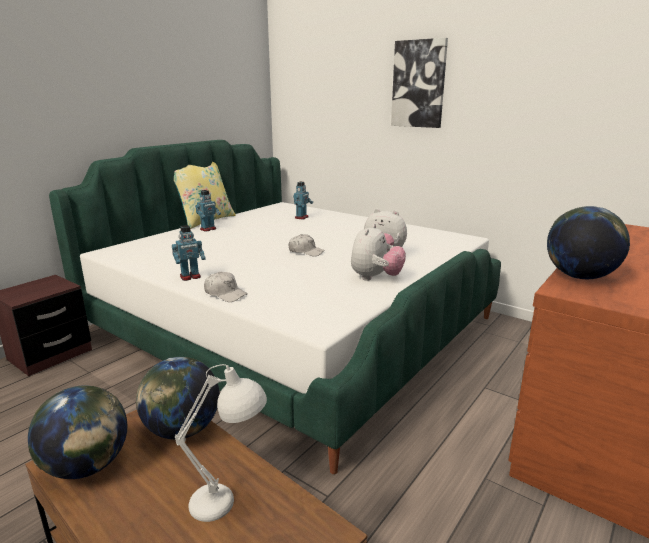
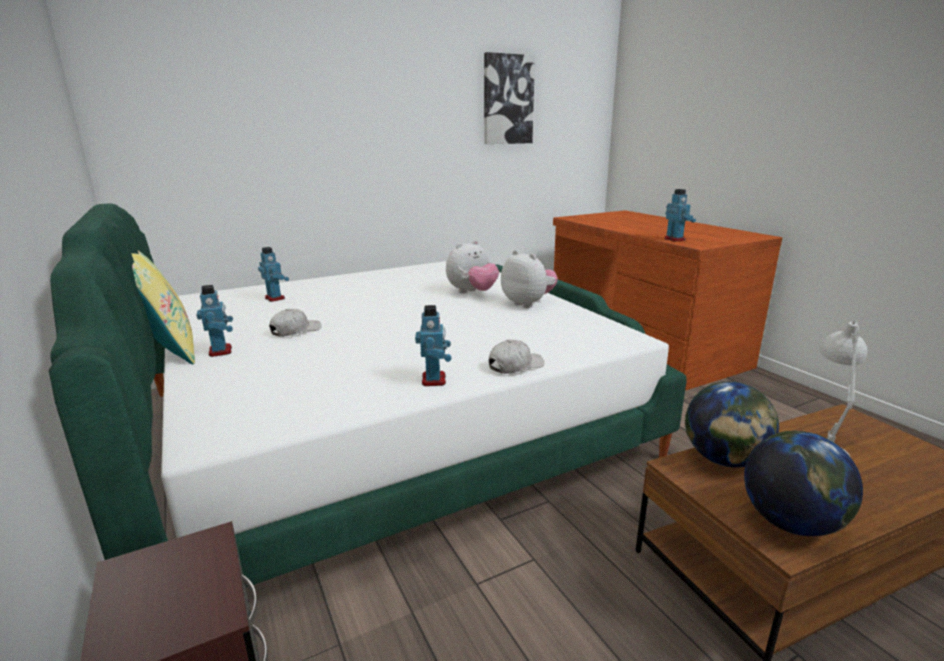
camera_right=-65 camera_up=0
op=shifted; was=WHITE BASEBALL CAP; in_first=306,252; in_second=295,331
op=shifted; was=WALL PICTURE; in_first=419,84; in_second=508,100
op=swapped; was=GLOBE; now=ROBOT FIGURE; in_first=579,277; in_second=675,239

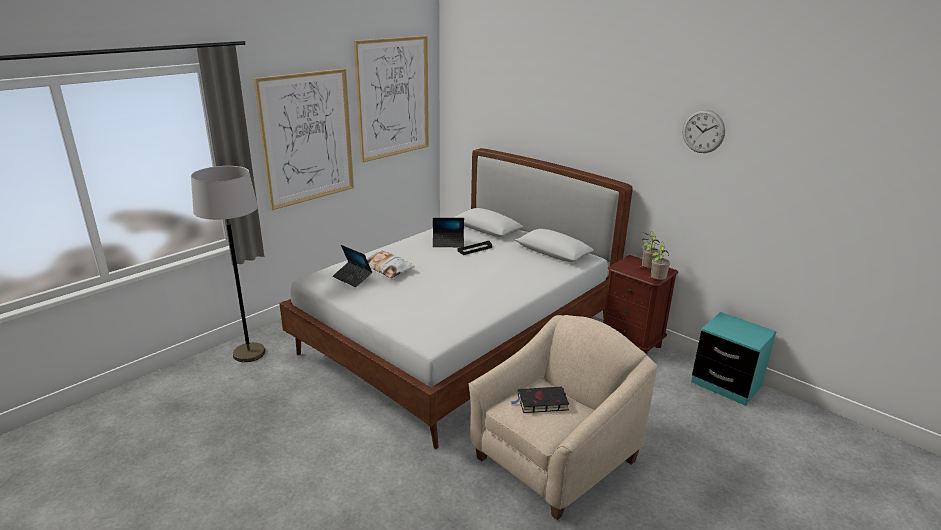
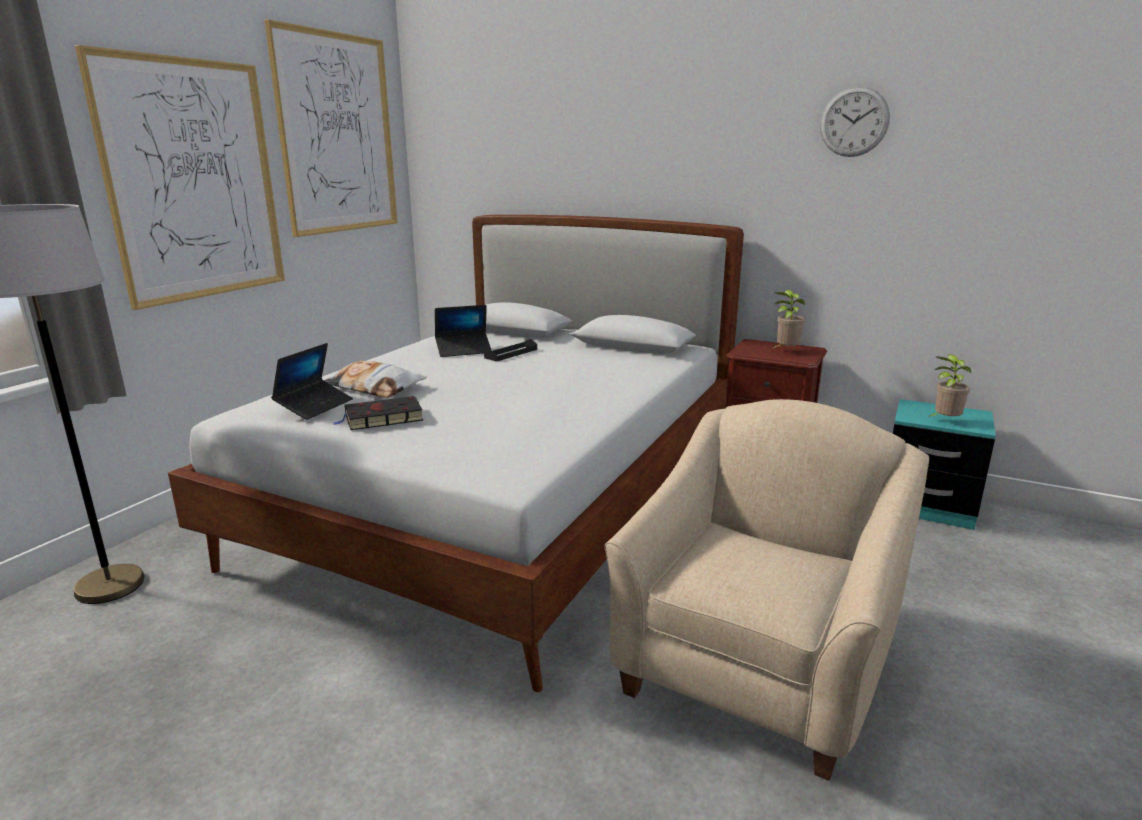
camera_right=-15 camera_up=-5
op=rotated; was=PORTABLE COMPUTER; in_first=352,278; in_second=314,406; clockwise=-90
op=shifted; was=BLACKISH VOLUME; in_first=541,402; in_second=381,418
op=shifted; was=PLANT IN A POT; in_first=656,281; in_second=944,421

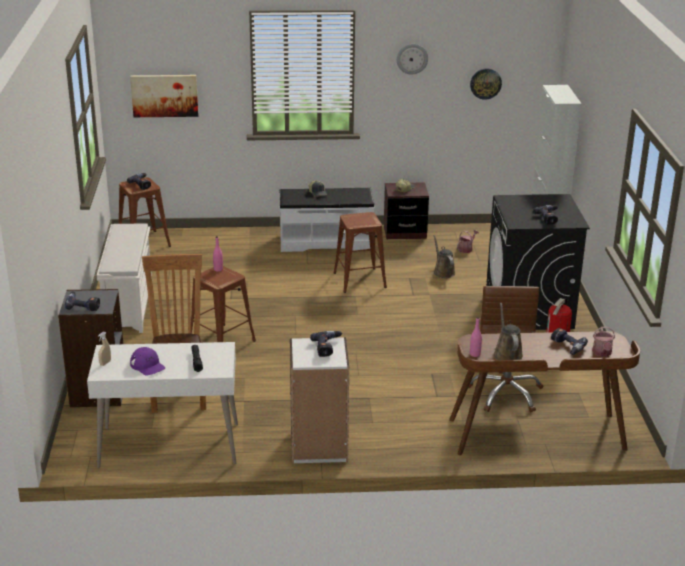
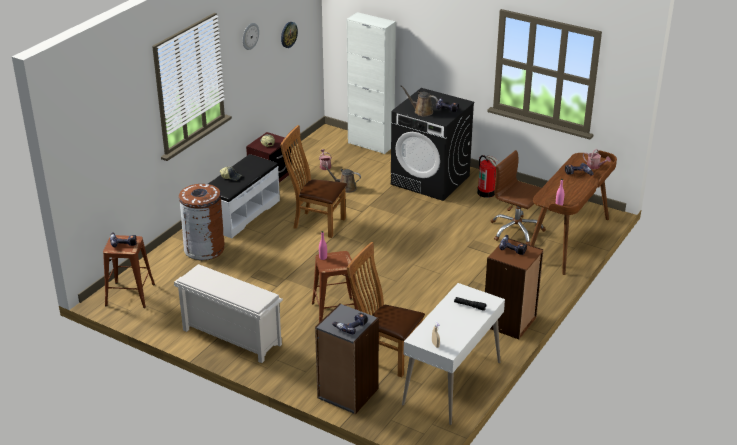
camera_right=-55 camera_up=5
op=new; now=BROWN TRASH CAN; in_second=204,249
op=swapped; was=BROWN SITTING STOOL; now=BROWN UPRIGHT CHAIR; in_first=359,279; in_second=316,223
op=shifted; was=BROWN WATERING CAN; in_first=507,354; in_second=421,111
op=repainted; was=WHITE BOOKSHELF; now=BROWN BOOKSHELF; in_first=318,447; in_second=510,322
op=gone; was=WALL PICTURE; in_first=164,95
op=gone; was=PURPLE BASEBALL CAP; in_first=147,365

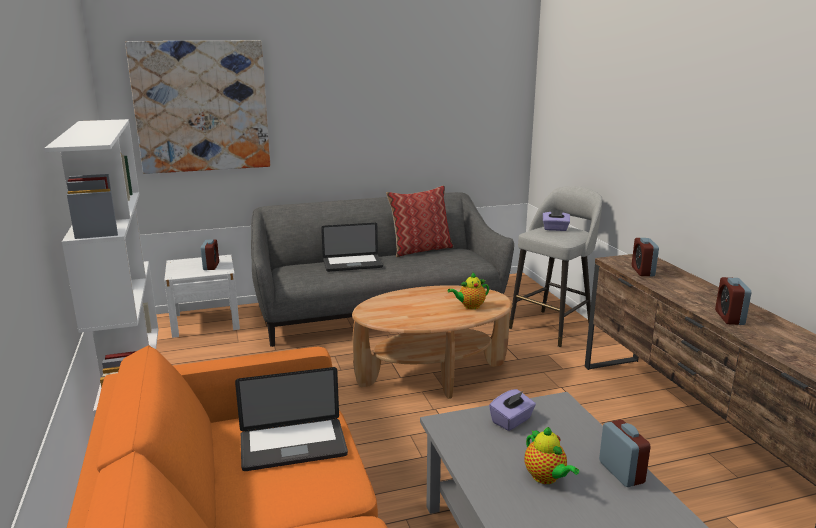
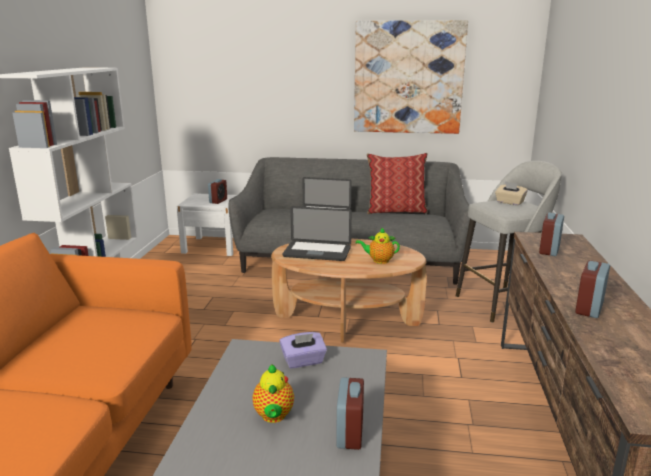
camera_right=25 camera_up=0
op=shifted; was=PORTABLE COMPUTER; in_first=293,446; in_second=317,252
op=shifted; was=WALL PICTURE; in_first=201,107; in_second=408,78
op=repainted; was=PURPLE TISSUE BOX; now=BEIGE-COLOURED TISSUE BOX; in_first=555,229; in_second=509,202

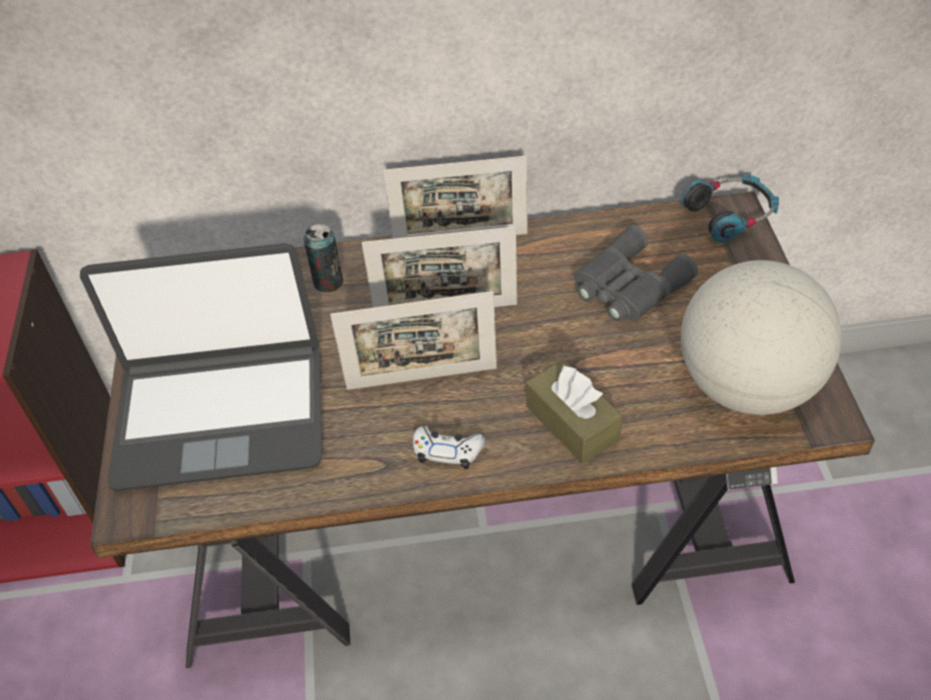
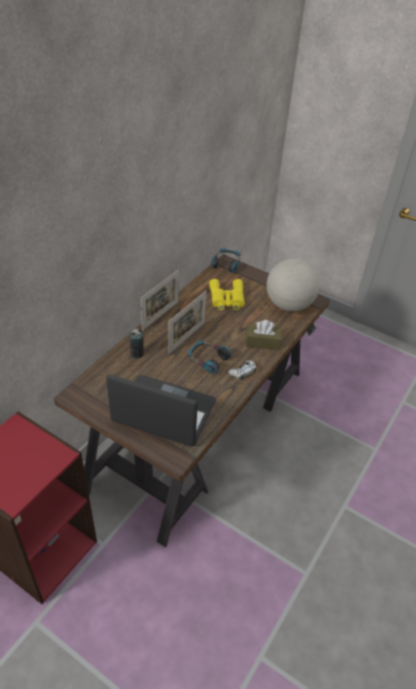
camera_right=-55 camera_up=-5
op=rotated; was=PORTABLE COMPUTER; in_first=221,415; in_second=164,413; clockwise=-105
op=swapped; was=PHOTO FRAME; now=PAIR OF HEADPHONES; in_first=422,378; in_second=207,359
op=repainted; was=GREY PAIR OF BINOCULARS; now=YELLOWISH PAIR OF BINOCULARS; in_first=627,286; in_second=226,299

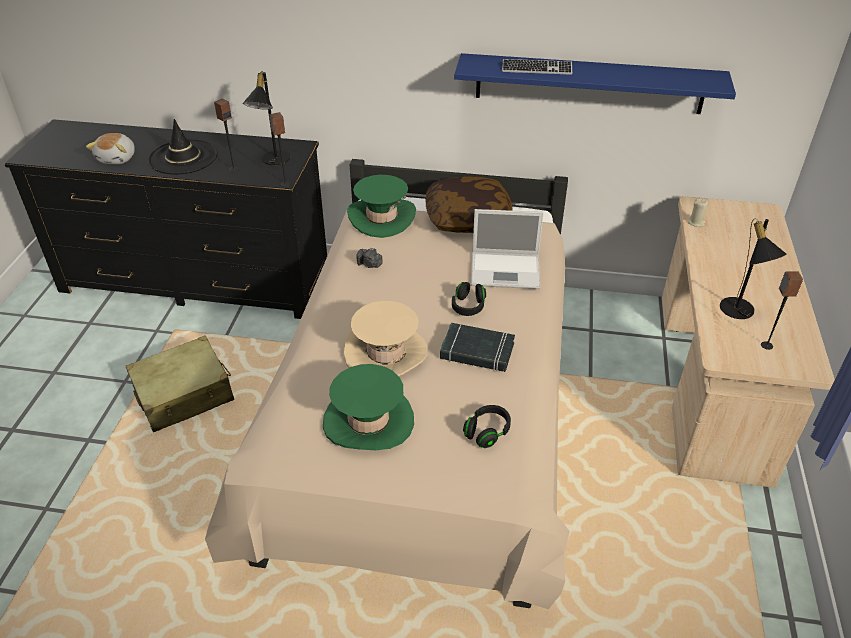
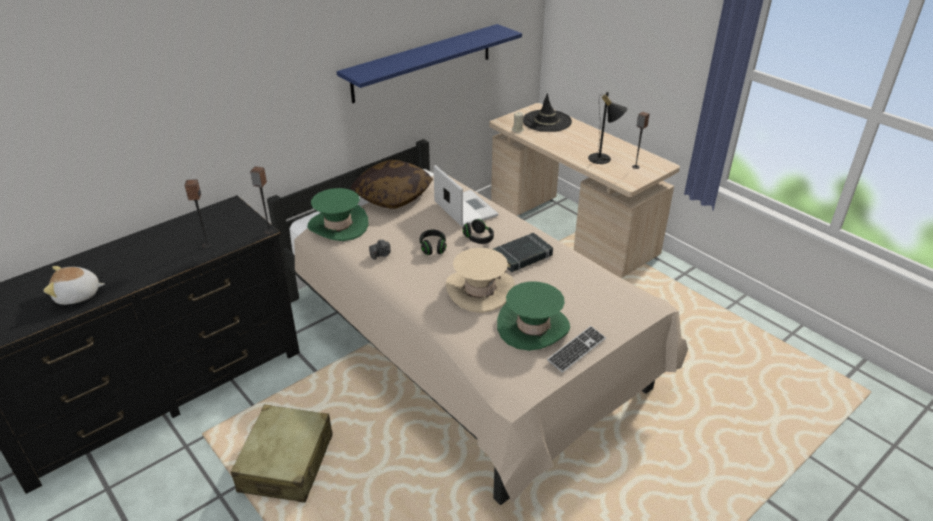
camera_right=-50 camera_up=-5
op=rotated; was=CUDDLY TOY; in_first=118,158; in_second=78,295; clockwise=120
op=shifted; was=BLACKISH PAIR OF HEADPHONES; in_first=487,432; in_second=433,247
op=rotated; was=PORTABLE COMPUTER; in_first=506,270; in_second=465,208; clockwise=-75
op=shifted; was=BLACKISH HAT; in_first=183,157; in_second=546,121
op=shifted; was=PC KEYBOARD; in_first=536,69; in_second=576,350
op=gone; was=BLACKISH TABLE LAMP; in_first=272,160

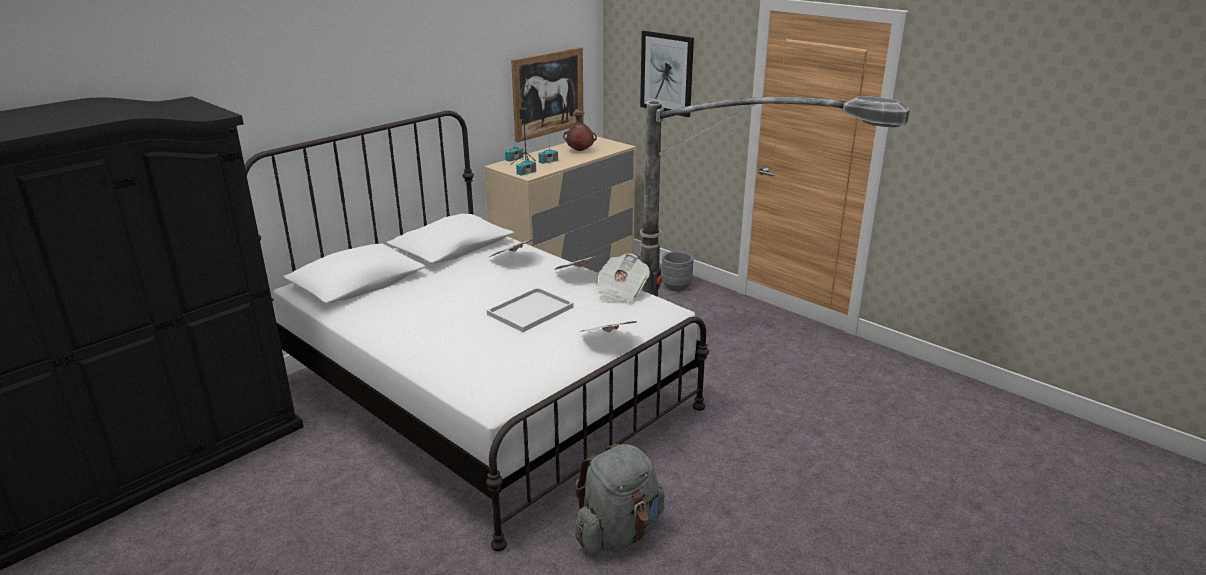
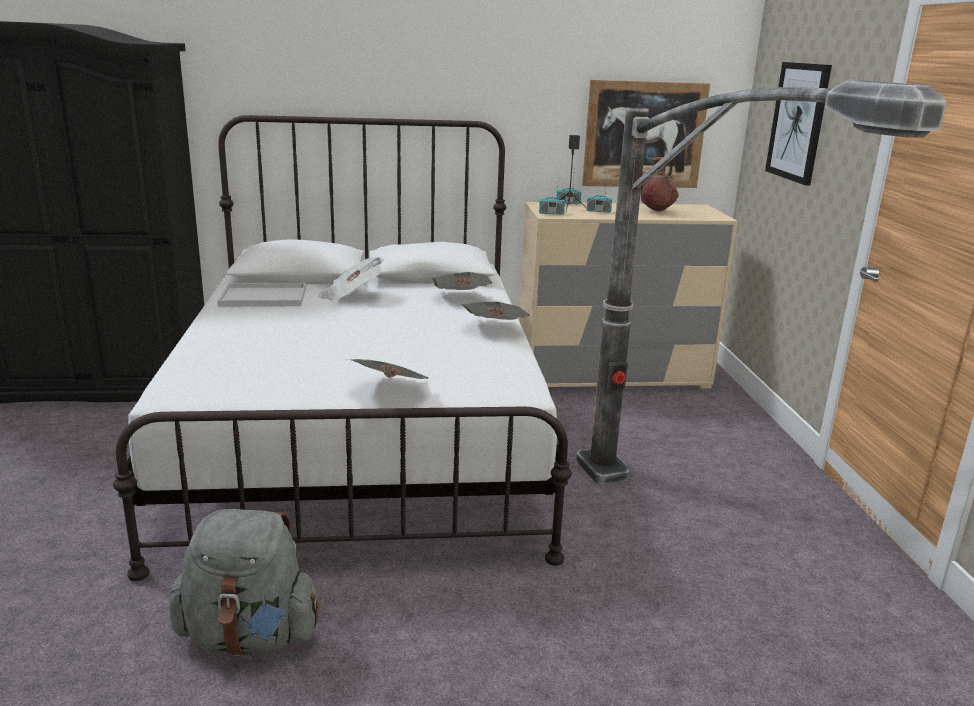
camera_right=40 camera_up=-5
op=shifted; was=WHITE CARRYING TRAY; in_first=530,312; in_second=261,297
op=shifted; was=NEWSPAPER; in_first=620,293; in_second=351,296
op=gone; was=GREY FLOWER POT; in_first=676,286

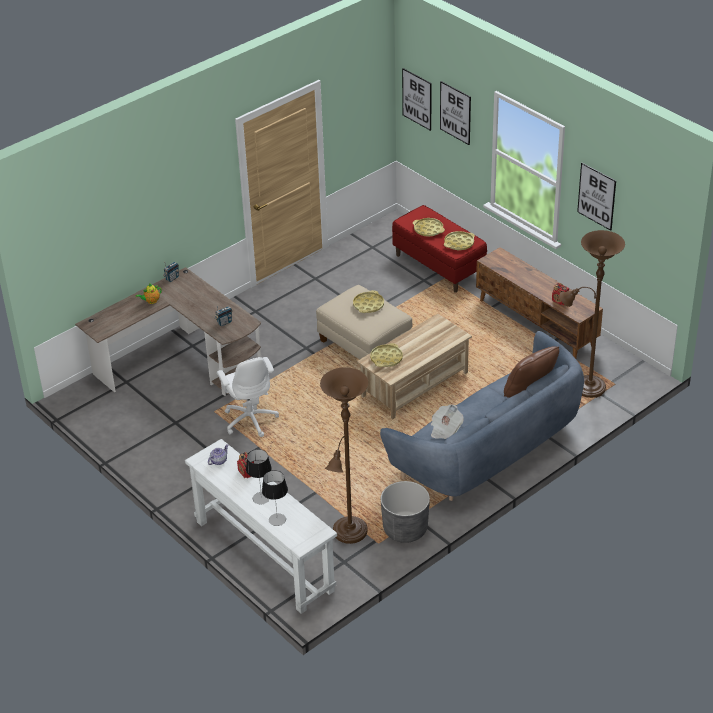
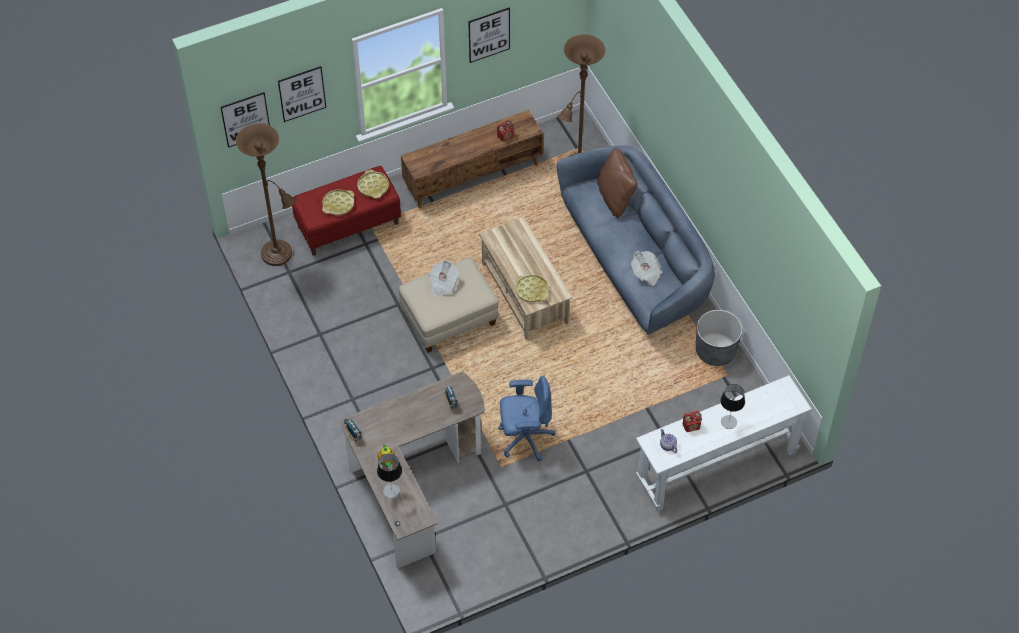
camera_right=-75 camera_up=15
op=shifted; was=BROWN STANDARD LAMP; in_first=348,534; in_second=280,255
op=shifted; was=TABLE LAMP; in_first=277,519; in_second=391,491
op=swapped; was=YELLOWISH CARRYING TRAY; now=NEWSPAPER; in_first=368,305; in_second=443,284
op=repainted; was=WHITE COMPUTER CHAIR; now=BLUE COMPUTER CHAIR; in_first=250,419; in_second=525,438

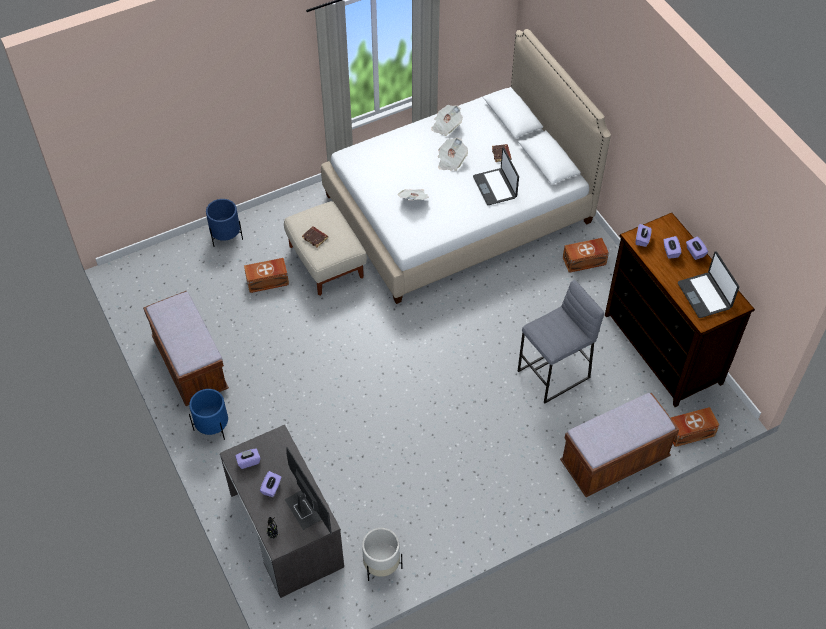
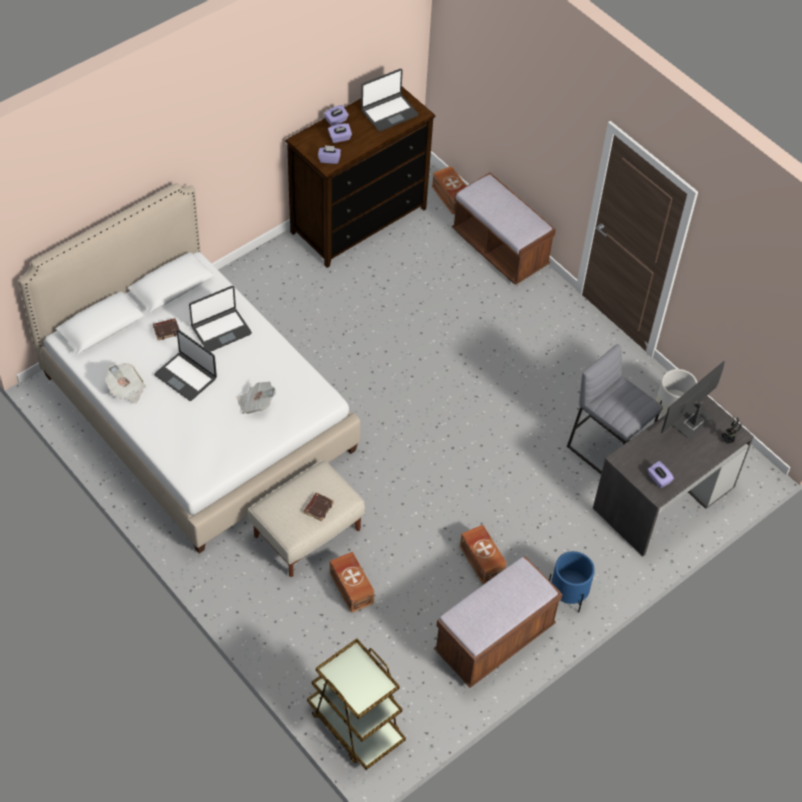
camera_right=-105 camera_up=0
op=swapped; was=NEWSPAPER; now=PORTABLE COMPUTER; in_first=451,161; in_second=186,376
op=new; now=BROWN TROLLEY; in_second=355,724
op=shifted; was=BROWN STORAGE BOX; in_first=585,261; in_second=482,559
op=shifted; was=GREY SITTING STOOL; in_first=554,375; in_second=607,450
op=gone; was=BLUE FLOWER POT; in_first=226,236
op=gone; was=PURPLE TISSUE BOX; in_first=271,488

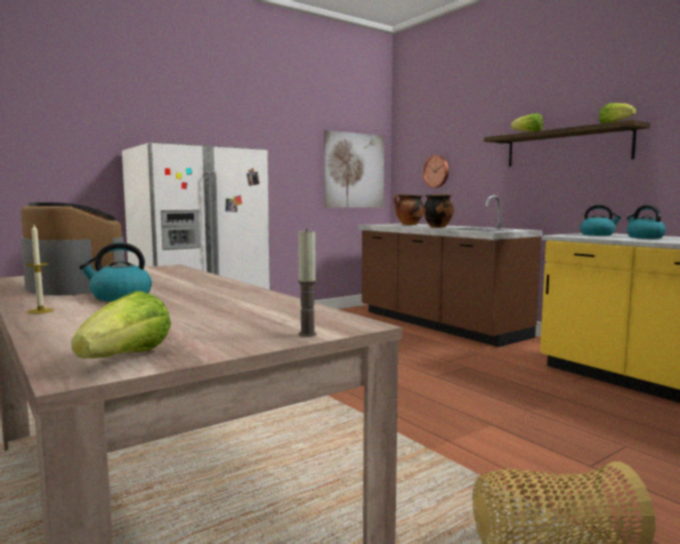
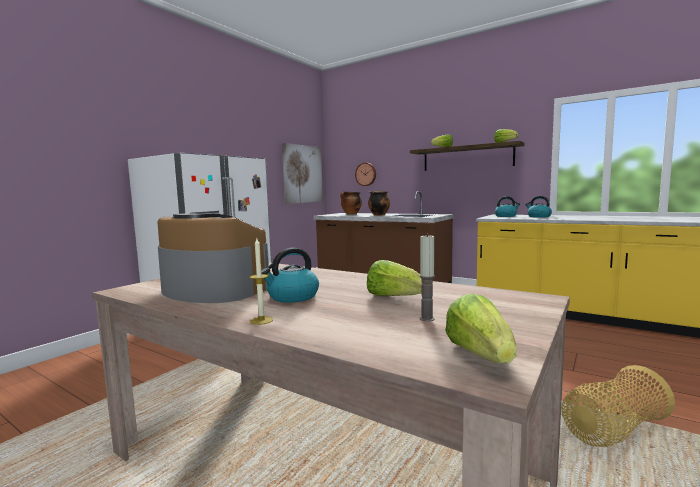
camera_right=-20 camera_up=0
op=new; now=LETTUCE HEAD; in_second=394,297
op=shifted; was=CANDLE; in_first=307,334; in_second=427,319

